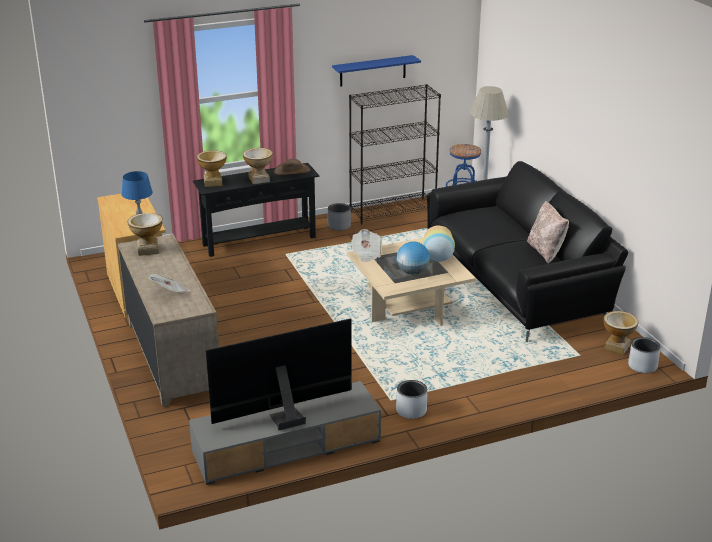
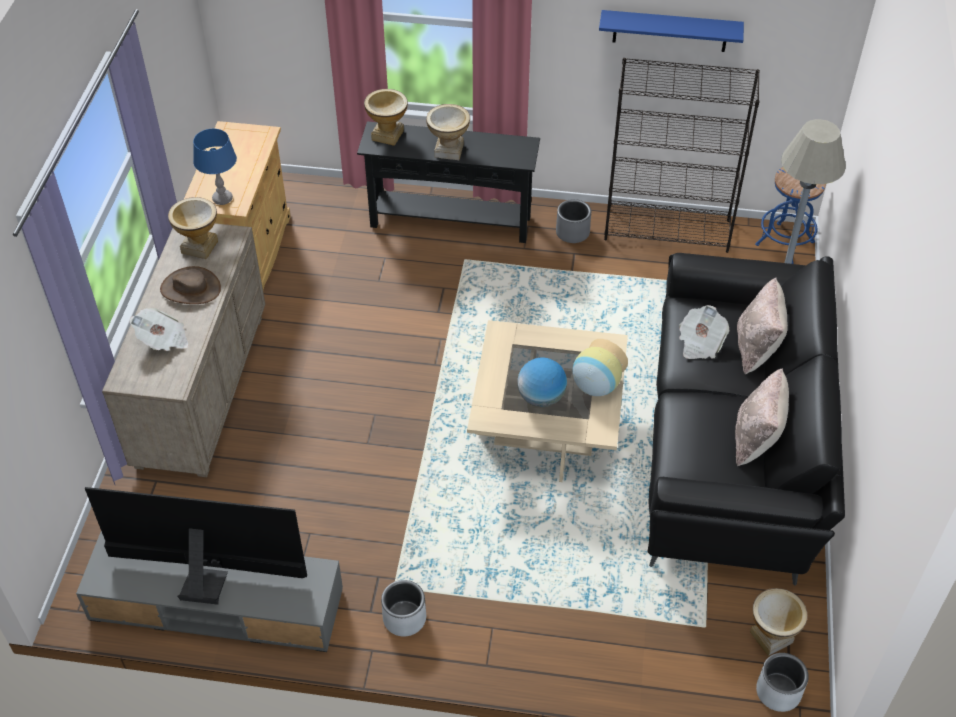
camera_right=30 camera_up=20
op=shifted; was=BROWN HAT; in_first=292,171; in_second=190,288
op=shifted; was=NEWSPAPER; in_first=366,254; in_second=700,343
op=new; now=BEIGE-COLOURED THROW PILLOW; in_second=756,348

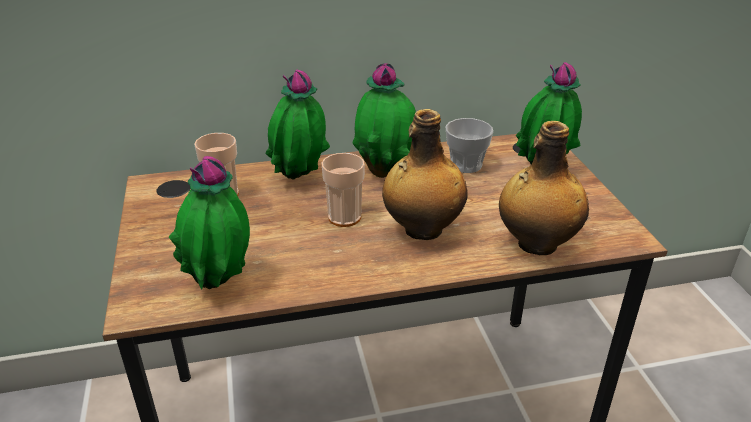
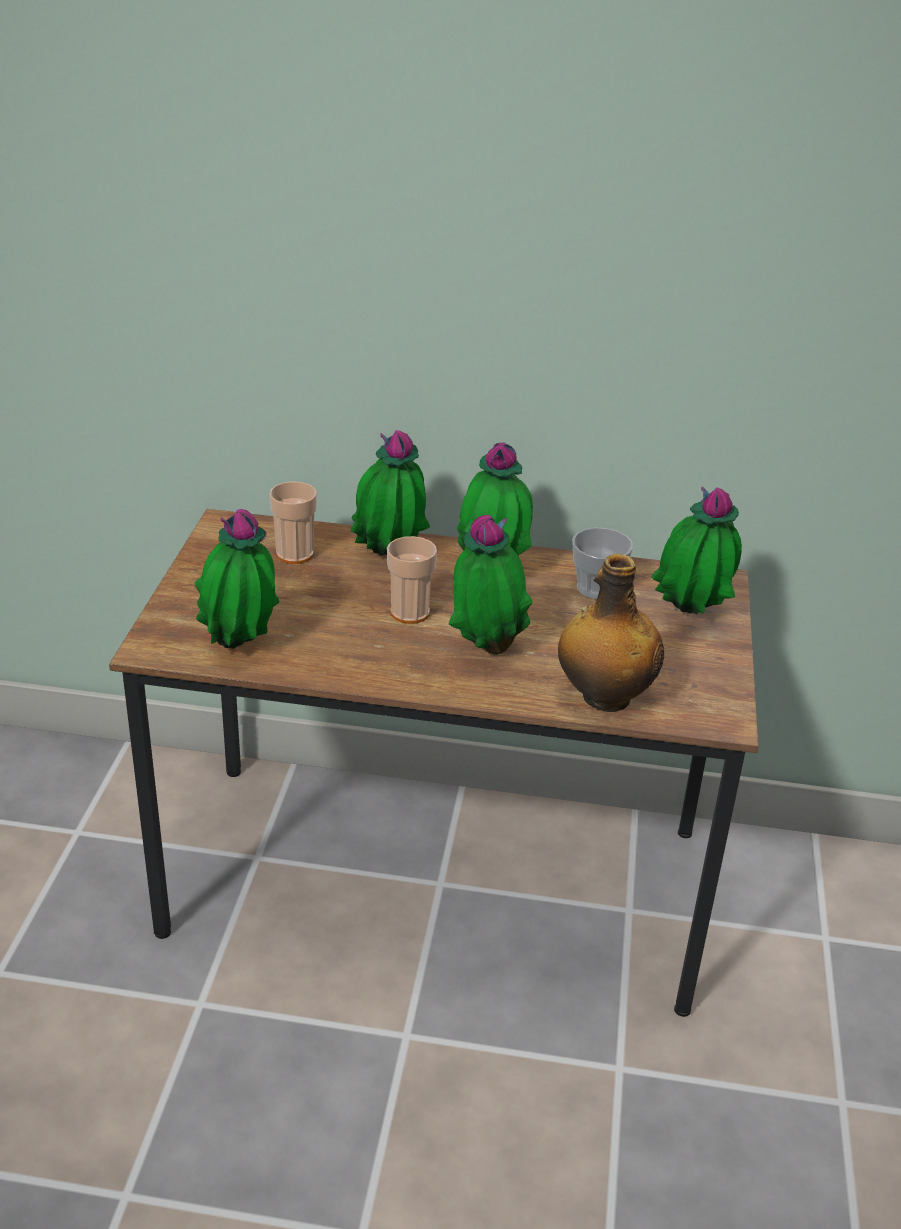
camera_right=20 camera_up=0
op=swapped; was=DRINK BOTTLE; now=PLANT IN A POT; in_first=422,230; in_second=486,648

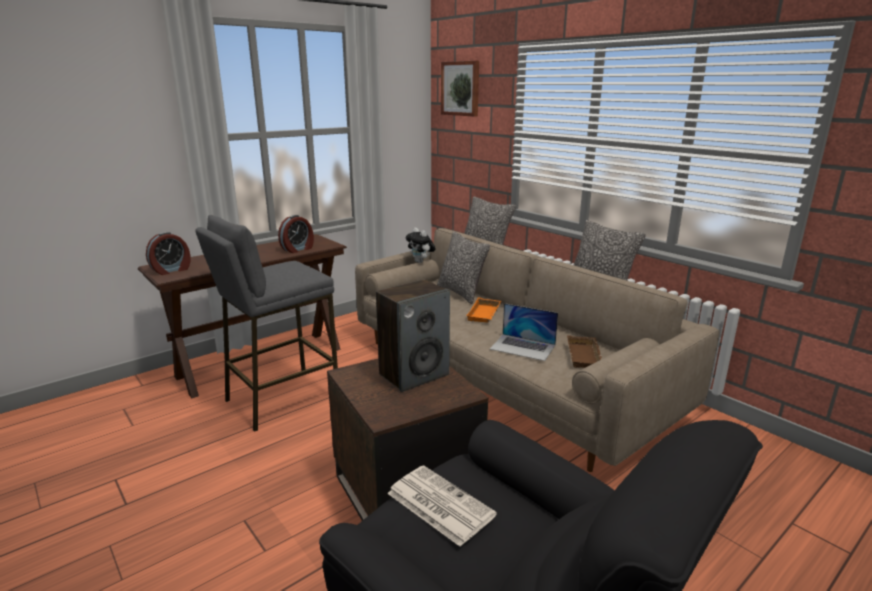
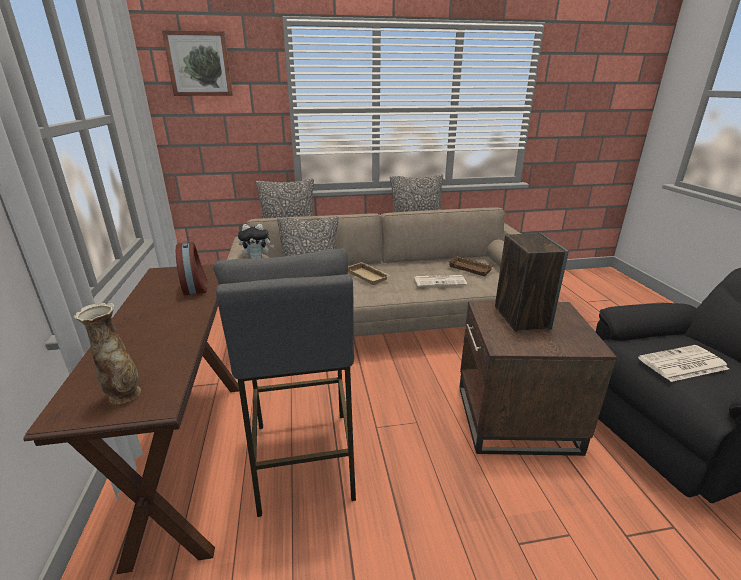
camera_right=-60 camera_up=5
op=swapped; was=ALARM CLOCK; now=VASE; in_first=171,270; in_second=123,395
op=repainted; was=ORANGE-COLOURED CARRYING TRAY; now=BEIGE-COLOURED CARRYING TRAY; in_first=485,314; in_second=368,276
op=swapped; was=PORTABLE COMPUTER; now=NEWSPAPER; in_first=523,347; in_second=440,281

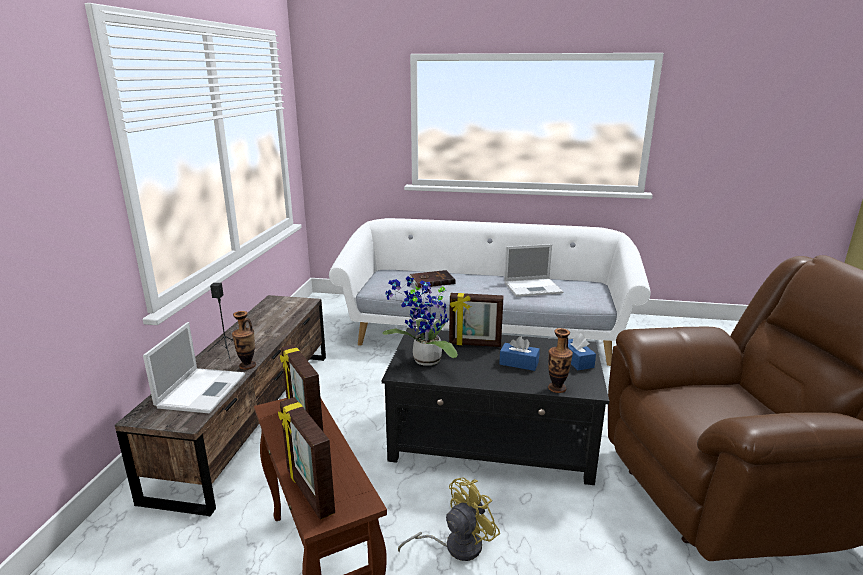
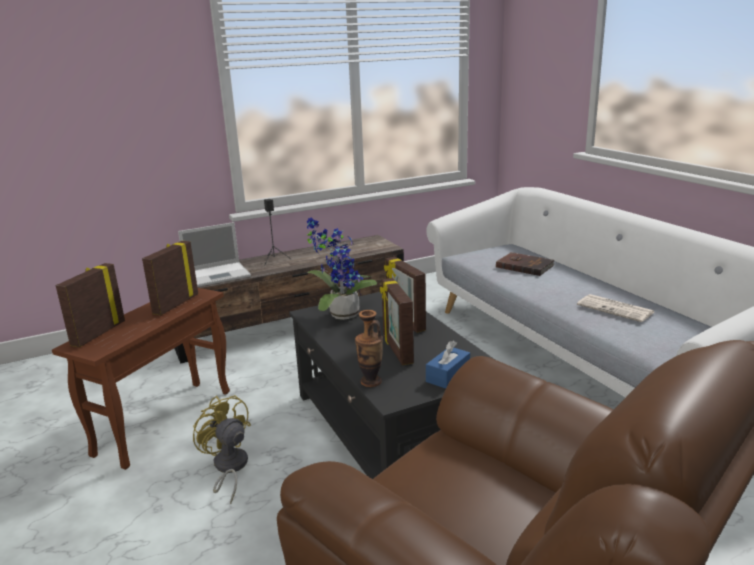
camera_right=55 camera_up=0
op=rotated; was=YELLOWISH FAN; in_first=455,546; in_second=228,468; clockwise=-150
op=swapped; was=BLUE TISSUE BOX; now=PHOTO FRAME; in_first=519,363; in_second=397,350
op=swapped; was=PORTABLE COMPUTER; now=NEWSPAPER; in_first=533,287; in_second=616,309
op=gone; was=VASE; in_first=247,365

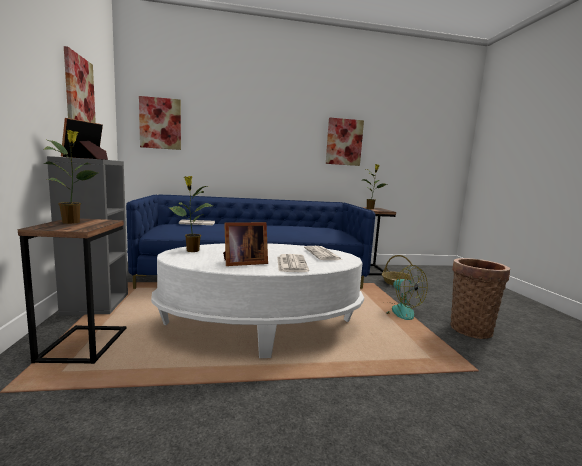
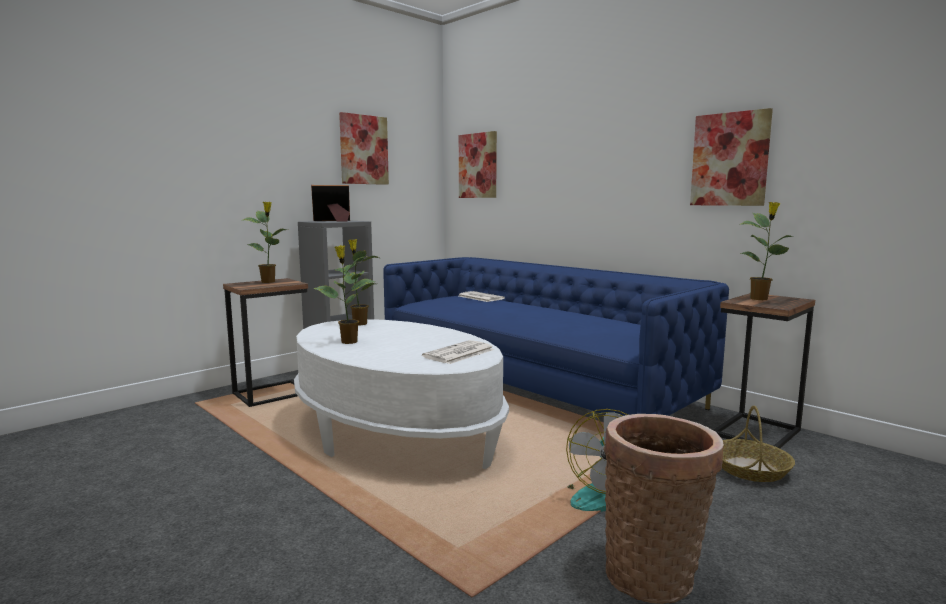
camera_right=55 camera_up=0
op=swapped; was=PHOTO FRAME; now=PLANT IN A POT; in_first=243,263; in_second=348,342
op=gone; was=NEWSPAPER; in_first=291,264

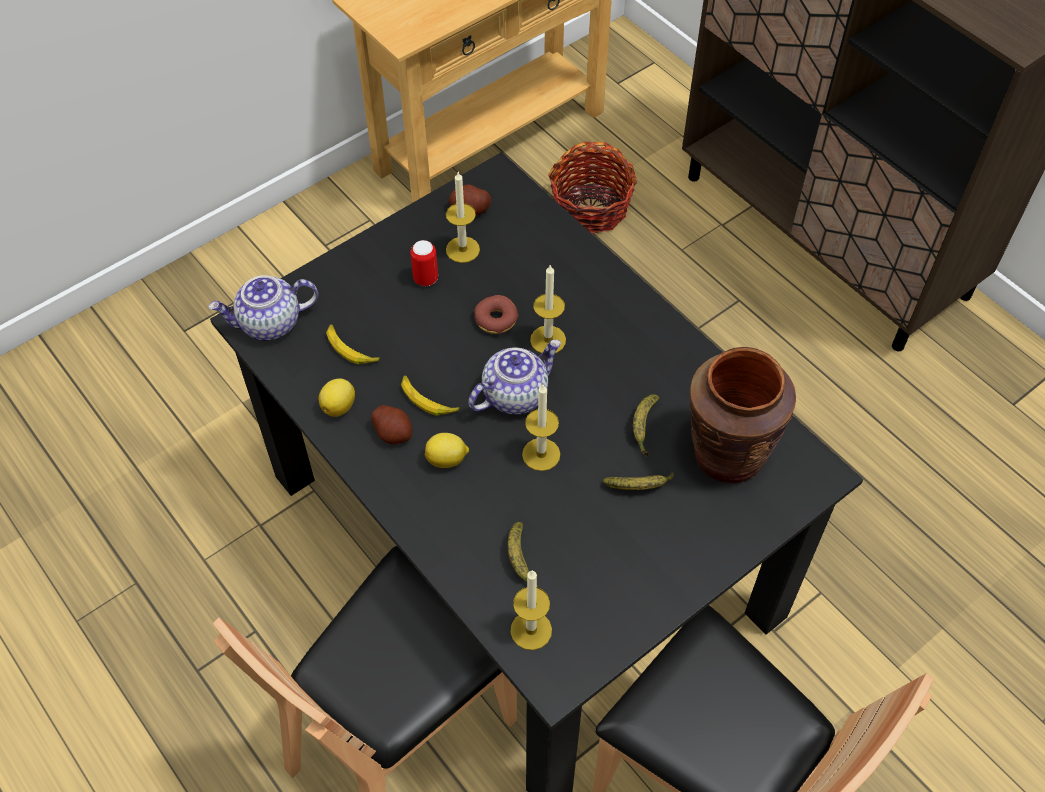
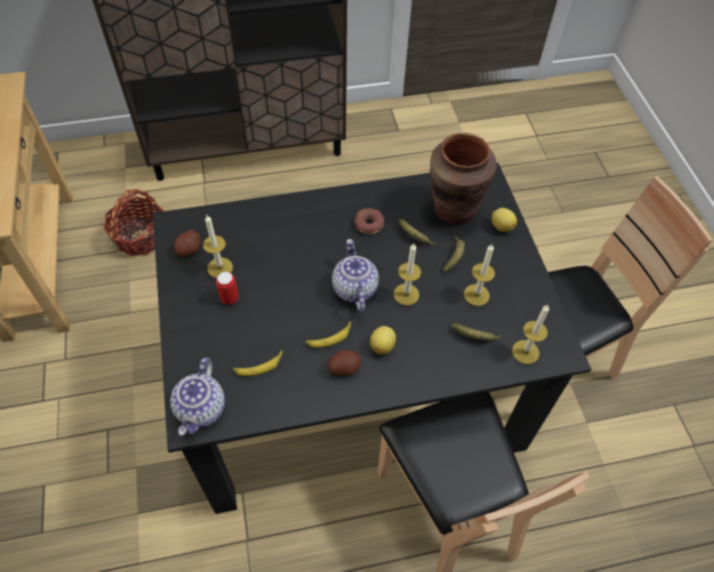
camera_right=-65 camera_up=0
op=shifted; was=DONUT; in_first=496,319; in_second=369,224
op=shifted; was=CANDLE; in_first=548,340; in_second=476,295
op=shifted; was=LEMON; in_first=339,406; in_second=501,226

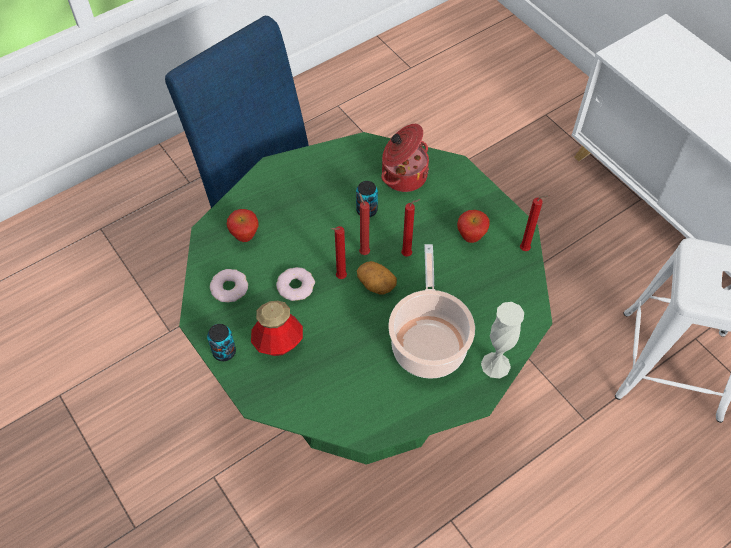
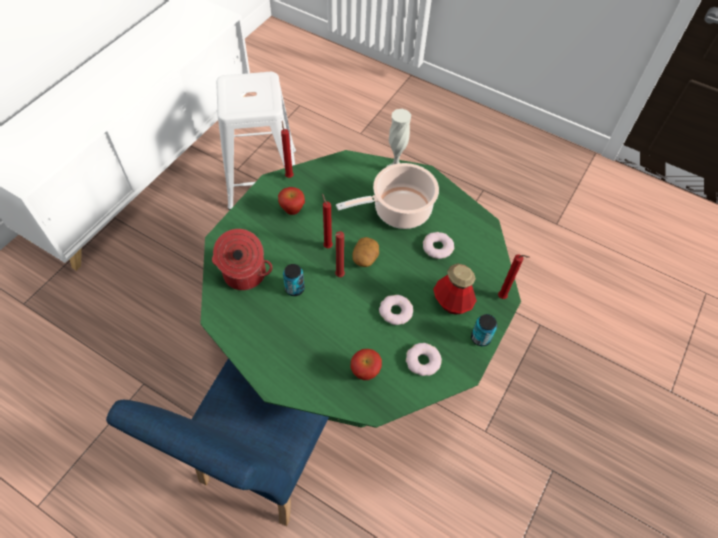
camera_right=-115 camera_up=0
op=new; now=DONUT; in_second=437,247
op=shifted; was=RED-COLOURED CANDLE; in_first=339,277; in_second=503,297

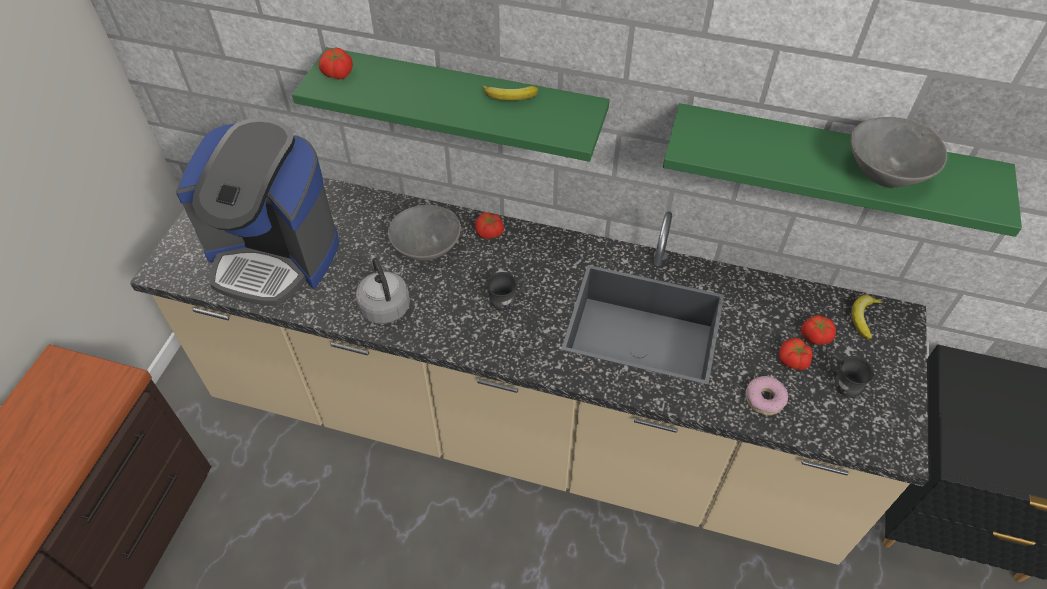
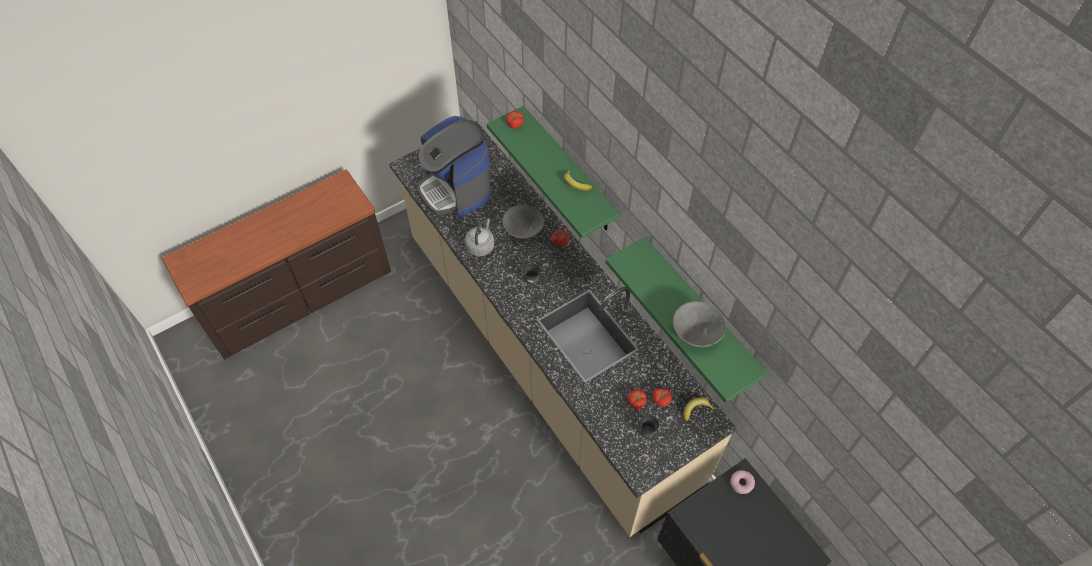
camera_right=40 camera_up=5
op=shifted; was=DONUT; in_first=764,399; in_second=741,483

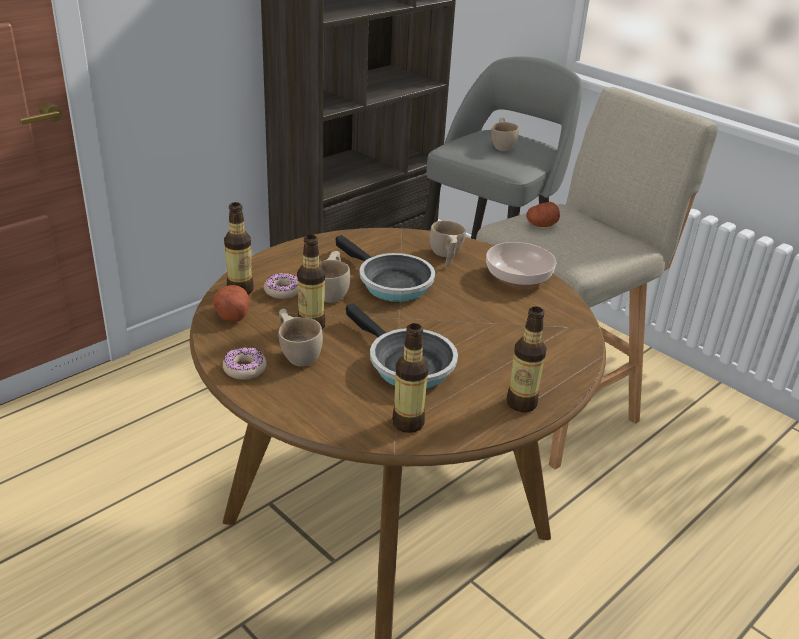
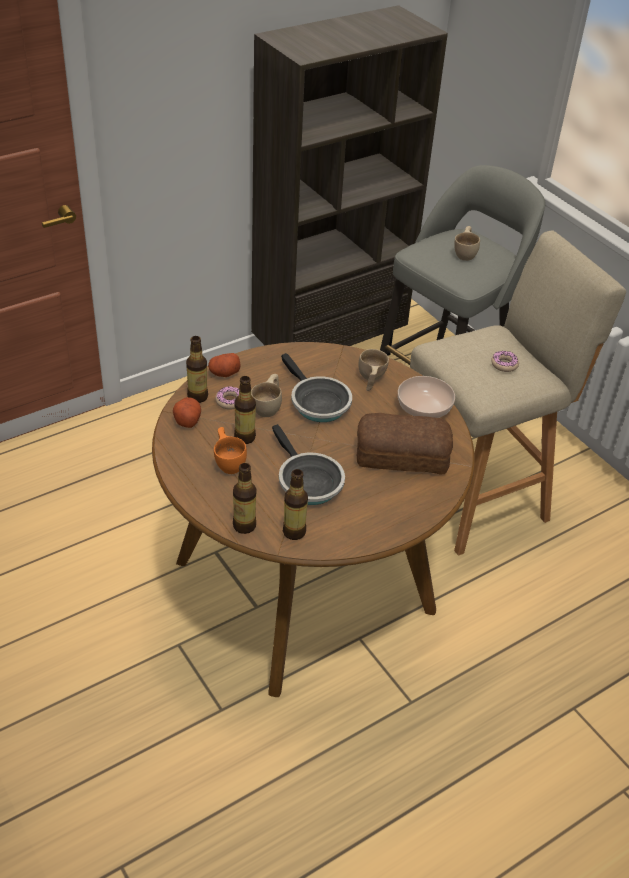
camera_right=10 camera_up=10
op=shifted; was=WHOLE POTATO; in_first=541,225; in_second=224,373
op=repainted; was=BEIGE-COLOURED DRINKING CUP; now=ORANGE-COLOURED DRINKING CUP; in_first=298,352; in_second=229,461
op=shifted; was=DRINK BOTTLE; in_first=521,403; in_second=244,526
op=new; now=BAKERY BREAD; in_second=400,454
op=shifted; was=DONUT; in_first=244,369; in_second=504,364

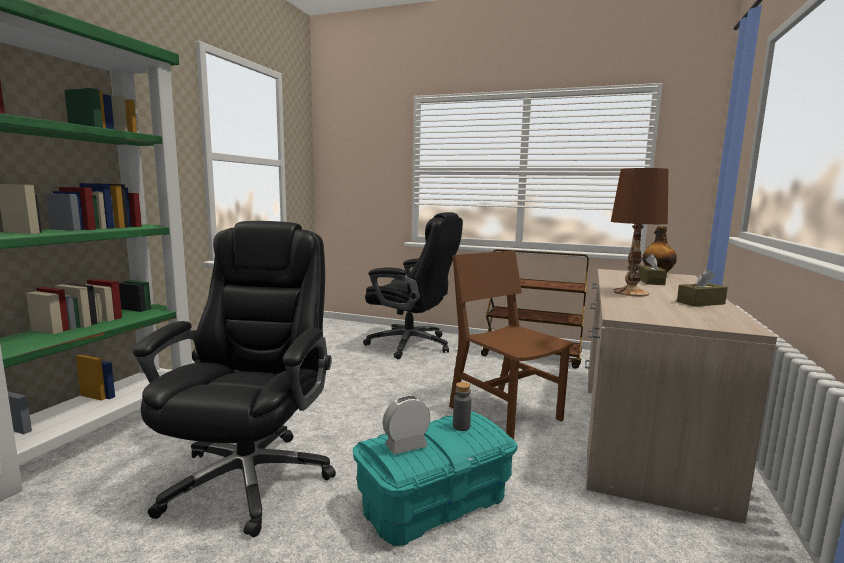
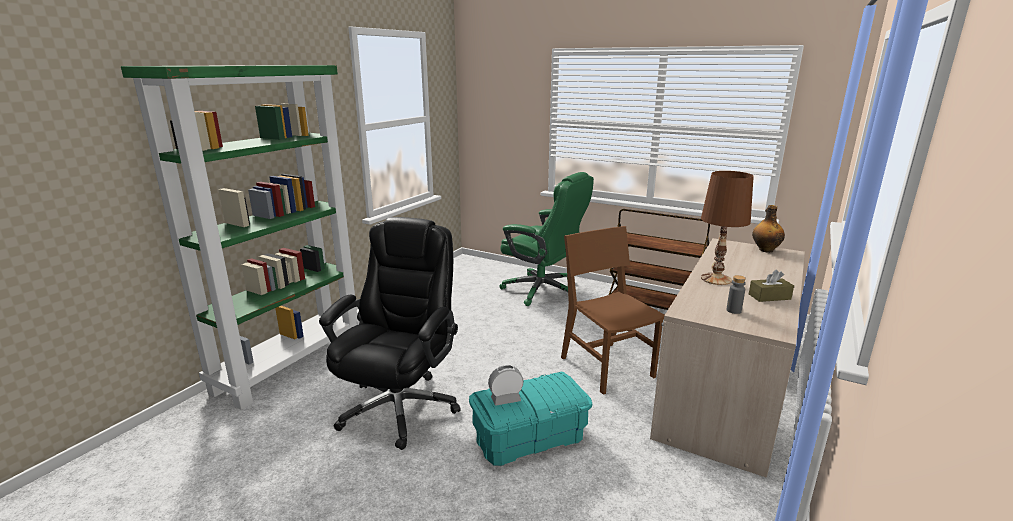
camera_right=10 camera_up=10
op=repainted; was=BLACKISH COMPUTER CHAIR; now=GREENISH COMPUTER CHAIR; in_first=411,345; in_second=543,290
op=shifted; was=GREY DRINK BOTTLE; in_first=461,426; in_second=733,310
op=gone; was=BROWN TISSUE BOX; in_first=651,281

